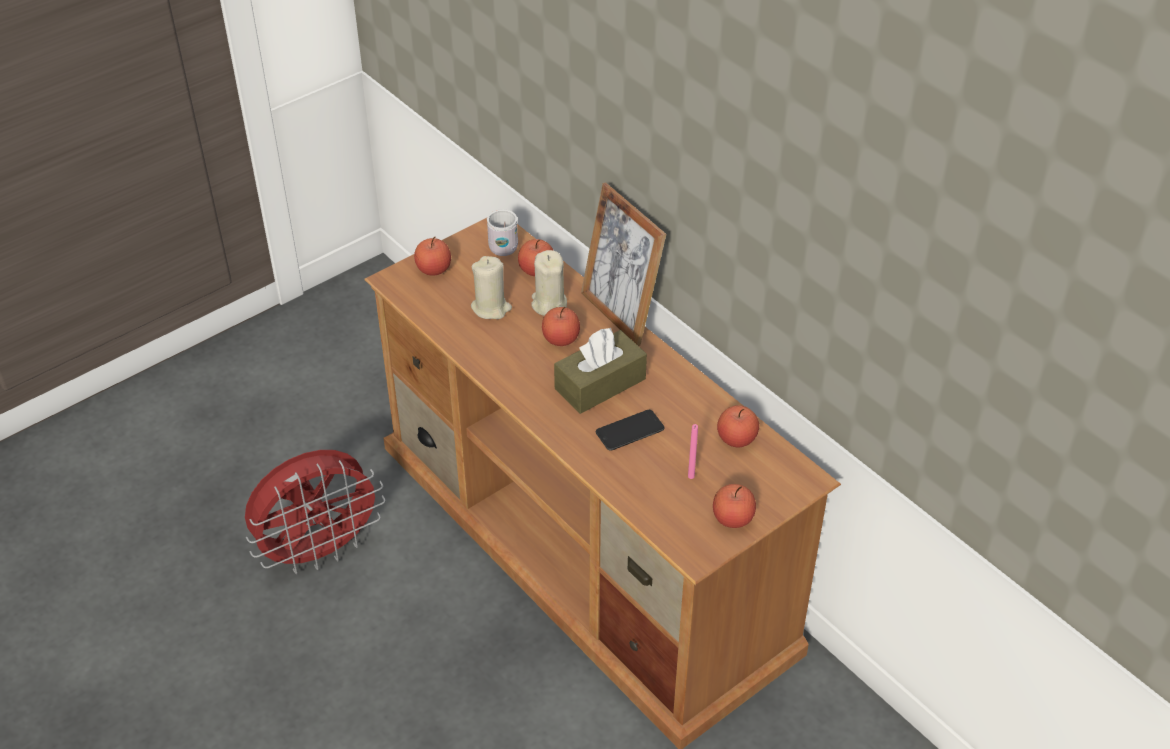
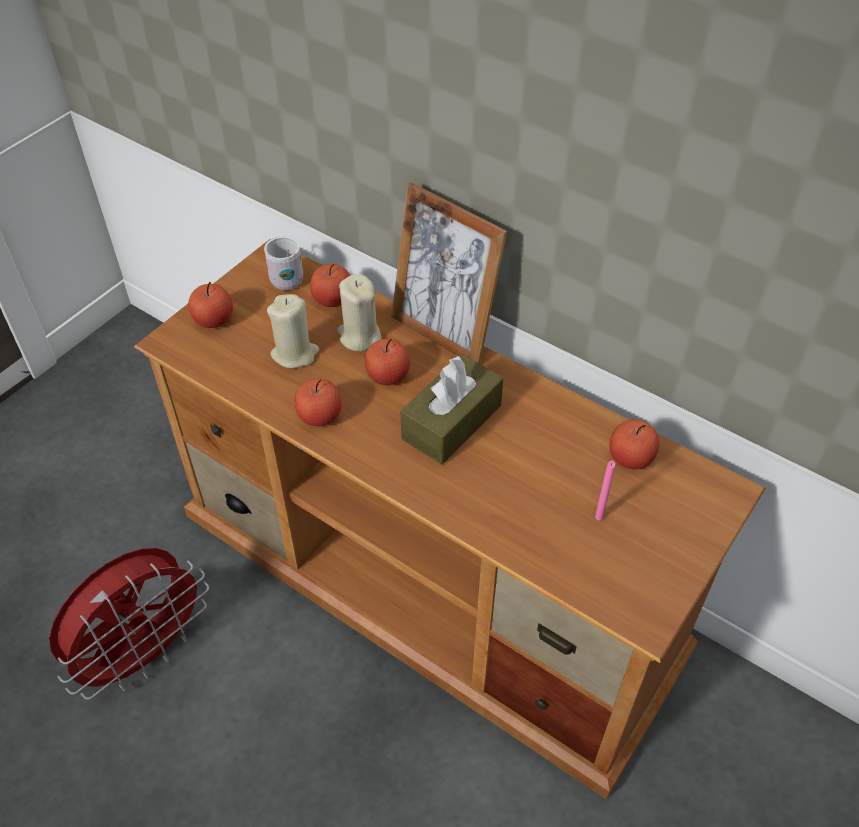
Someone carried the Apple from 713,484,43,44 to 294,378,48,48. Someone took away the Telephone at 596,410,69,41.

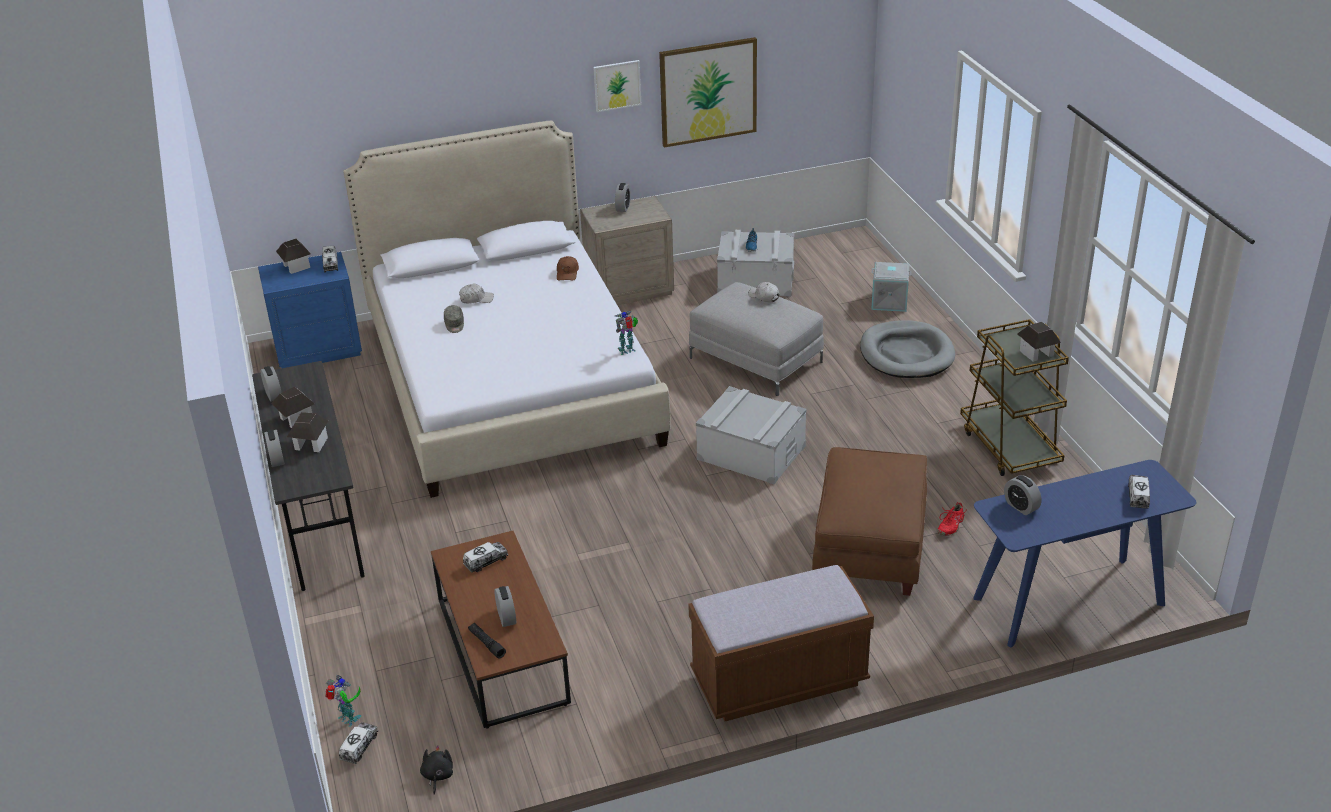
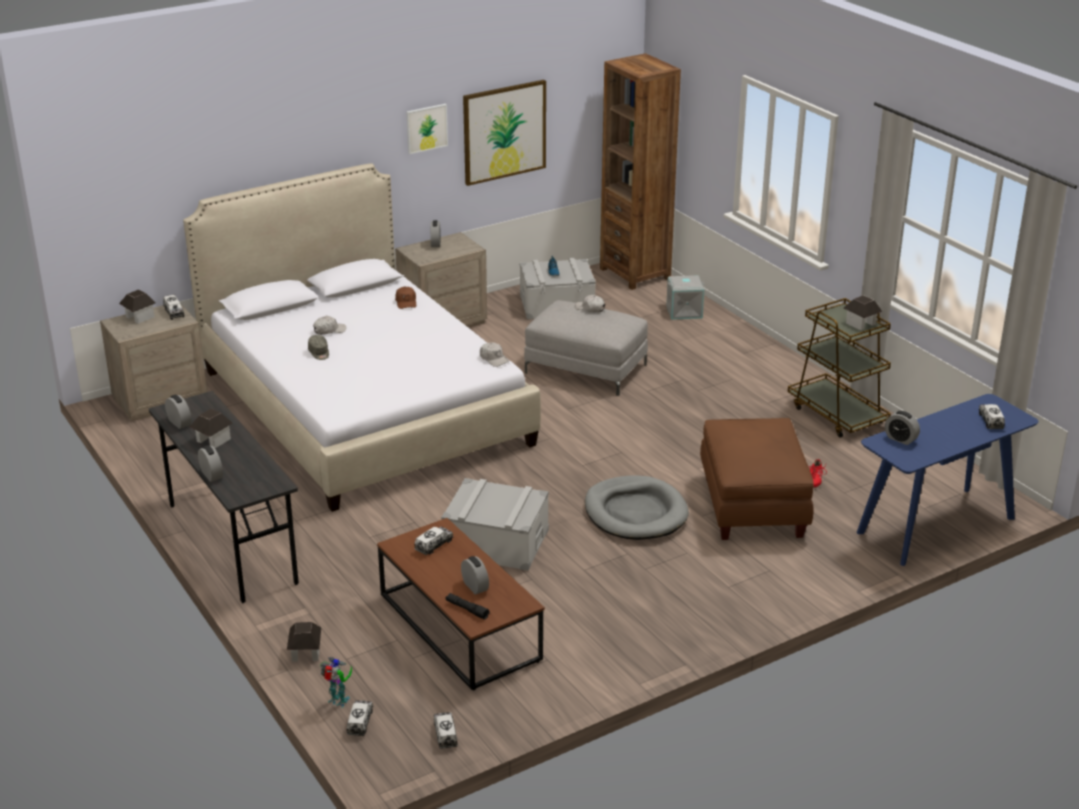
Someone repainted the BlueColouredNightTable at 258,252,104,116, which became the SandColouredNightTable at 100,303,107,118. Someone carried the ToyHouse from 287,412,41,40 to 287,622,34,40. Someone swapped the BlackishSoftToy at 420,745,33,50 for the ModelTruck at 434,712,24,37. Someone carried the GrayStorageBox from 696,386,111,98 to 441,478,108,93. Someone swapped the ModelRobot at 615,311,23,44 for the WhitishPeakedCap at 480,342,29,25. Someone carried the GrayDogBed from 860,320,95,58 to 585,475,104,65. Someone put down the BrownColouredShelvingUnit at 600,53,81,237. Someone took away the BrownColouredBench at 688,565,186,156.

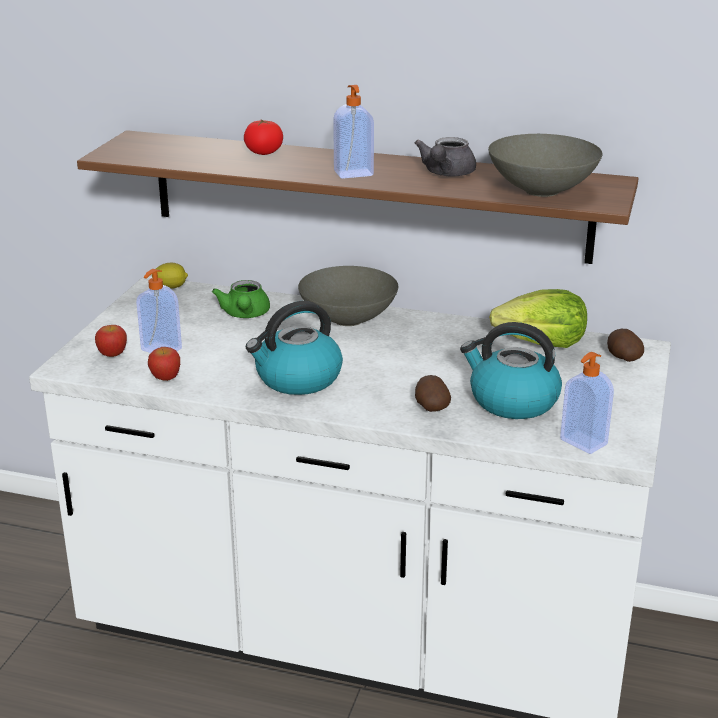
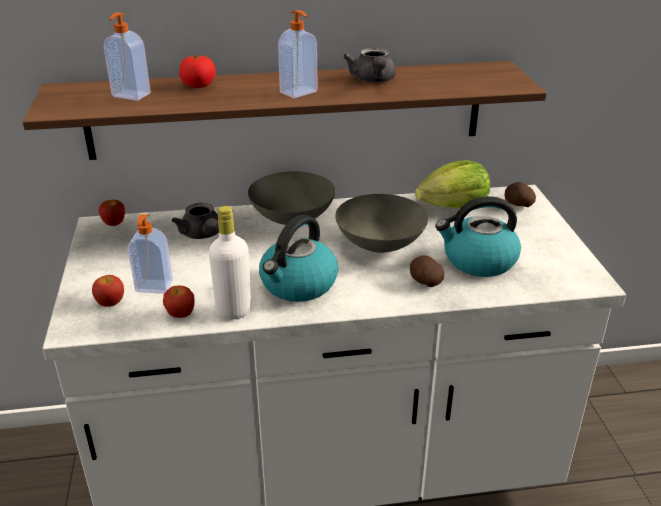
Someone swapped the WholeLemon at 152,263,36,26 for the Apple at 98,199,27,27. Someone carried the SoapDispenser from 560,352,54,102 to 104,13,47,88. Someone repainted the GreenTeaPot at 212,280,58,38, which became the GrayTeaPot at 172,203,47,36. Someone put down the WhitishBottle at 209,206,42,114. Someone carried the GrayServingBowl from 488,134,114,63 to 335,194,93,59.

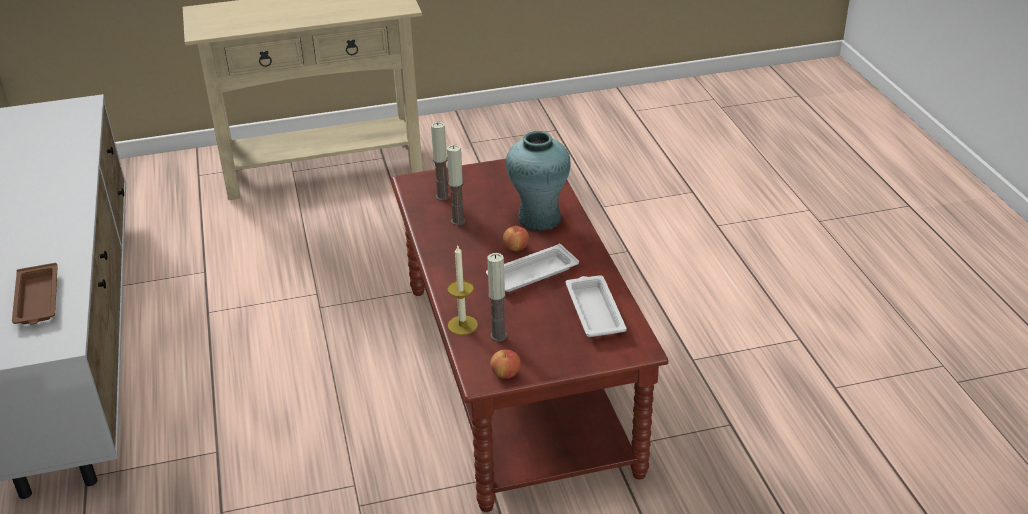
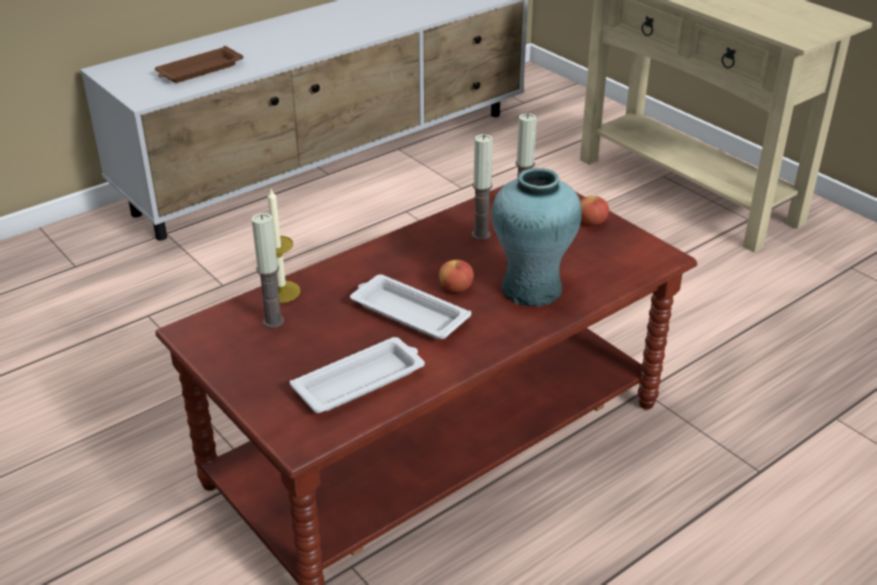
Someone carried the Apple from 491,349,30,30 to 580,196,29,30.

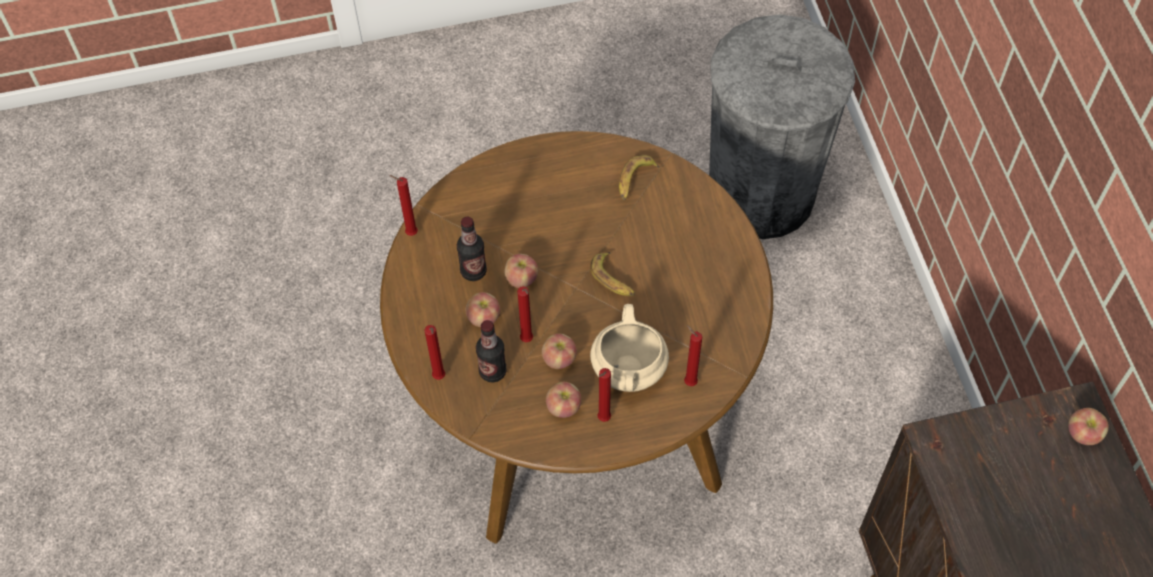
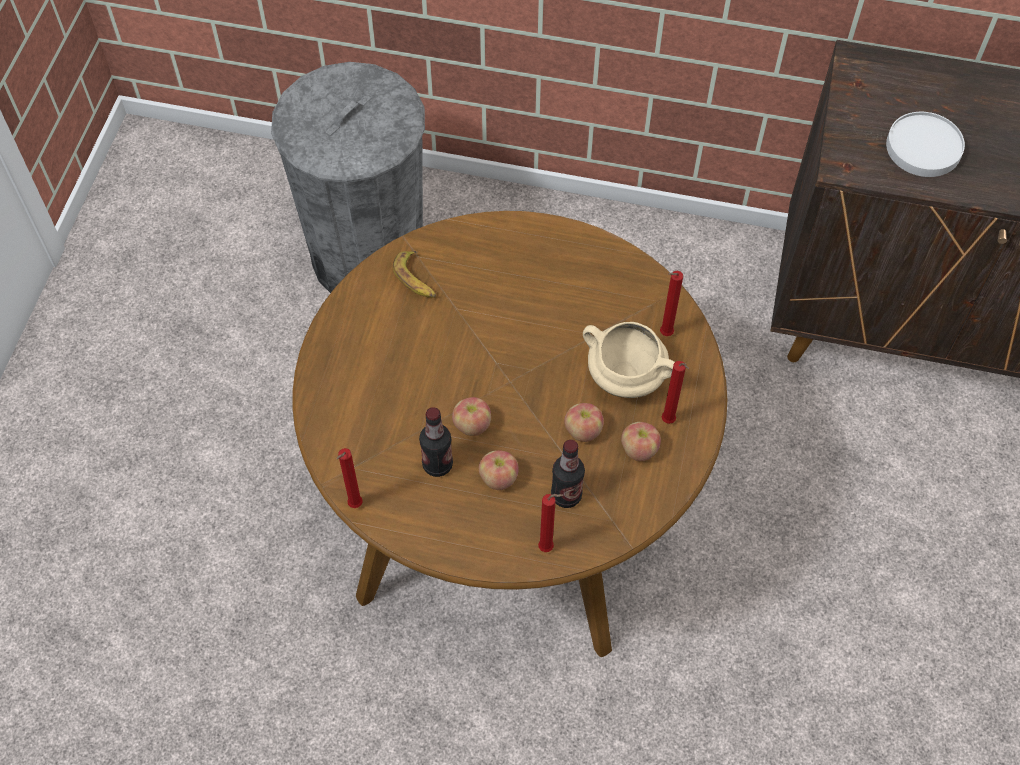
Someone put down the WhitishDinnerPlate at 886,112,79,65. Someone took away the RedWaxLight at 517,286,16,56. Someone took away the Banana at 590,252,45,44. Someone took away the Apple at 1068,408,41,37.

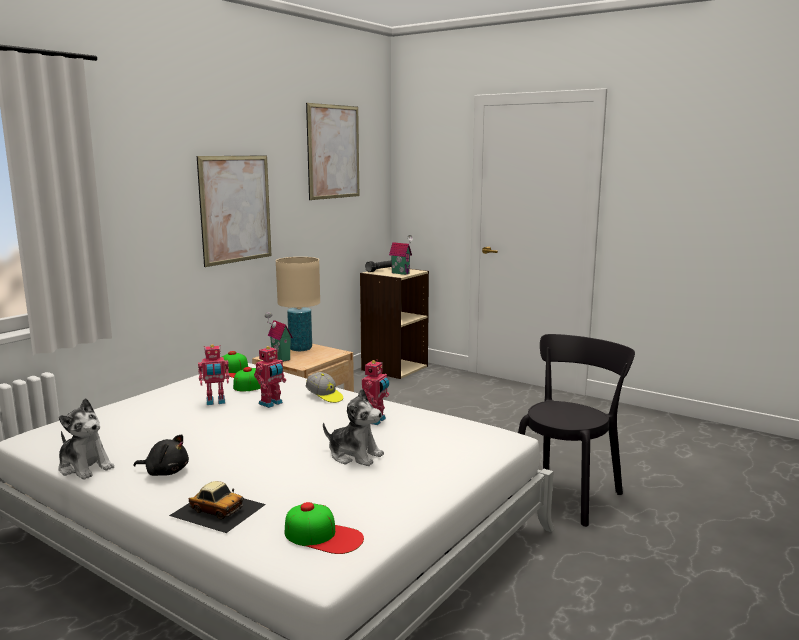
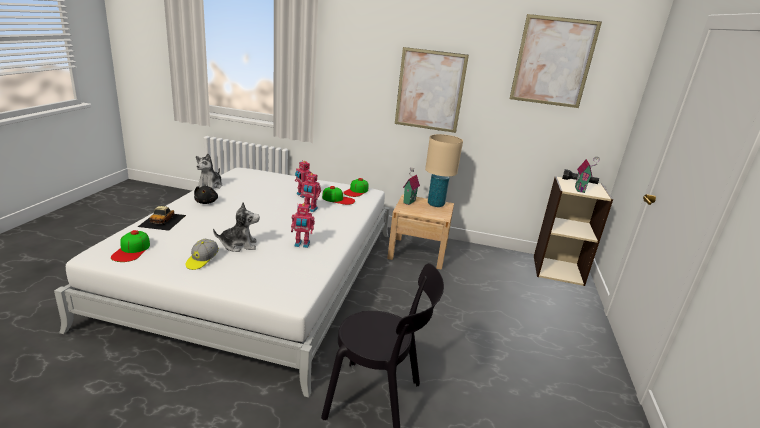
Someone carried the PeakedCap from 306,372,37,31 to 185,239,34,31. Someone rotated the SoftToy at 323,388,61,78 by 105 degrees counterclockwise.

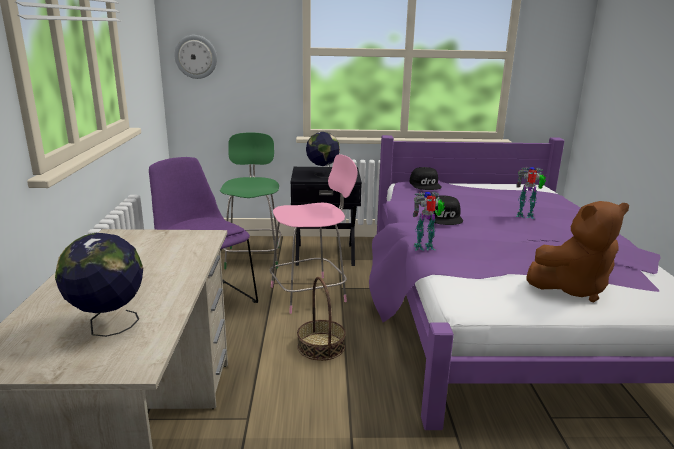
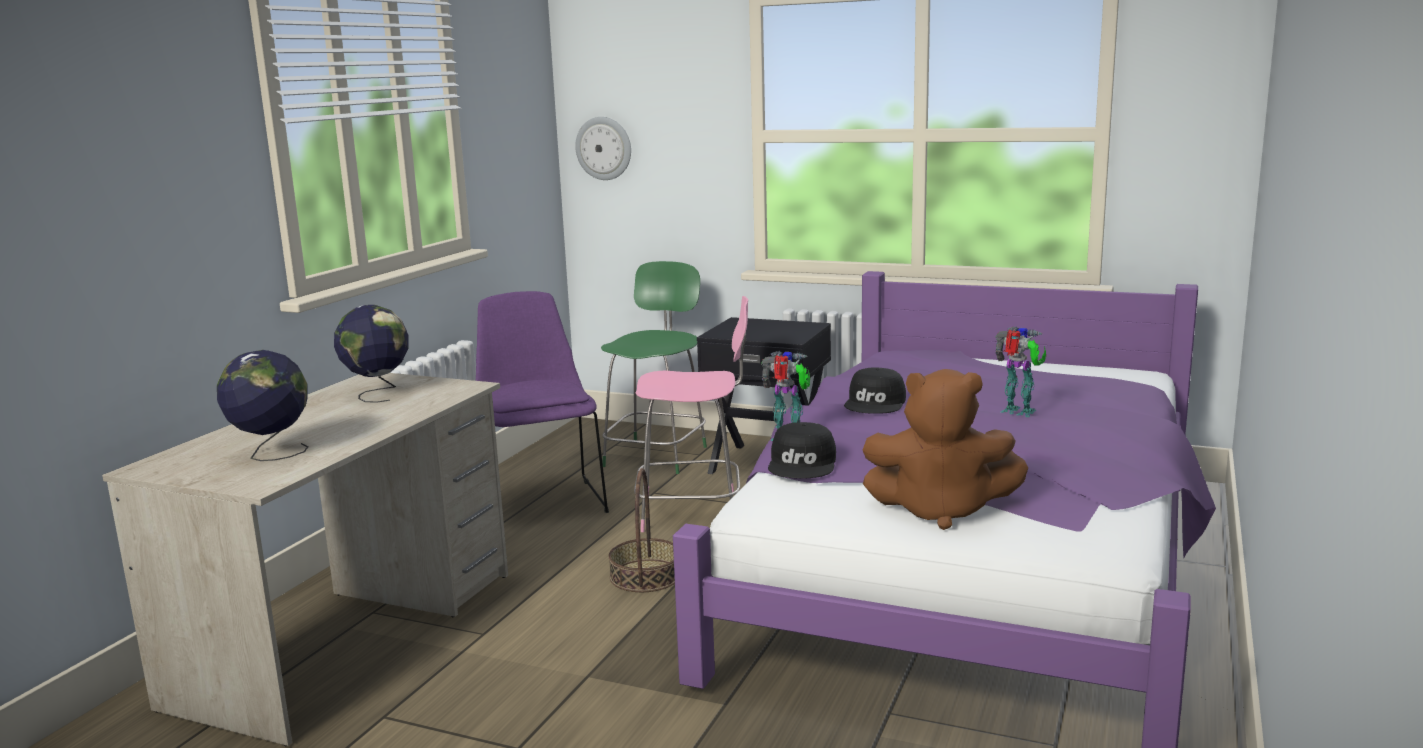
Someone carried the WorldGlobe from 306,132,34,46 to 334,305,74,98. Someone carried the BlackishPeakedCap from 410,167,32,23 to 768,422,68,57.

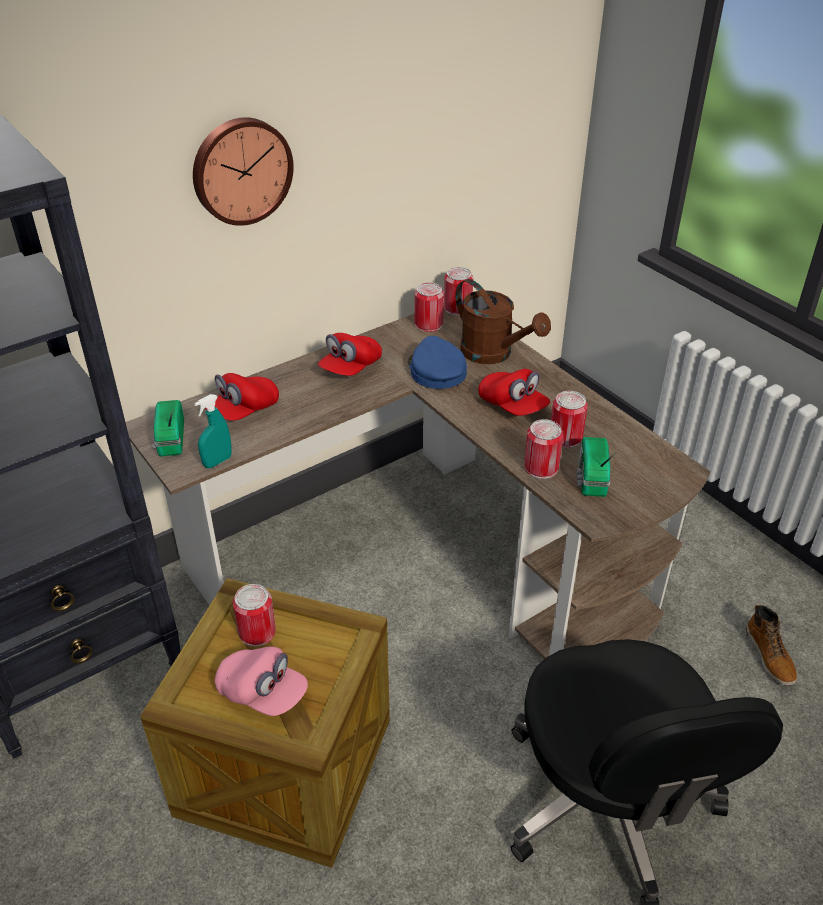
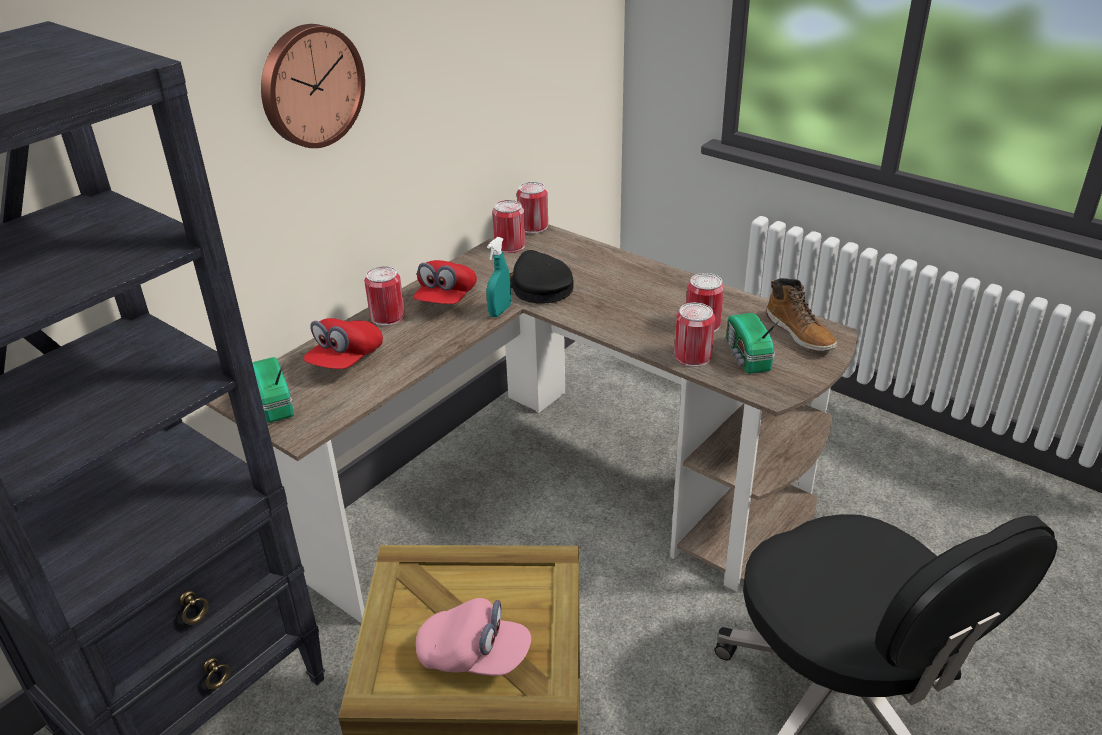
Someone carried the Can from 233,584,43,62 to 364,266,41,60. Someone carried the TurquoiseColouredHandSprayer from 194,394,38,74 to 486,237,25,80. Someone repainted the BlueColouredPeakedCap at 408,336,59,53, which became the BlackishPeakedCap at 510,250,63,54. Someone carried the Boot from 746,604,52,82 to 766,278,71,73. Someone took away the BrownColouredSprinklingCan at 455,279,96,85. Someone took away the RedPeakedCap at 478,369,72,47.

